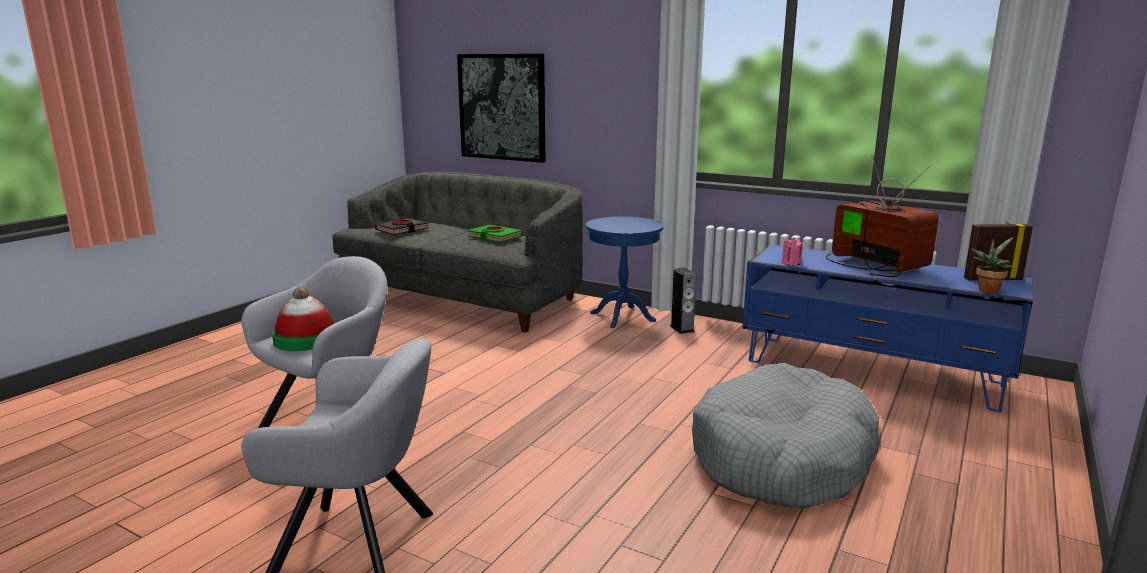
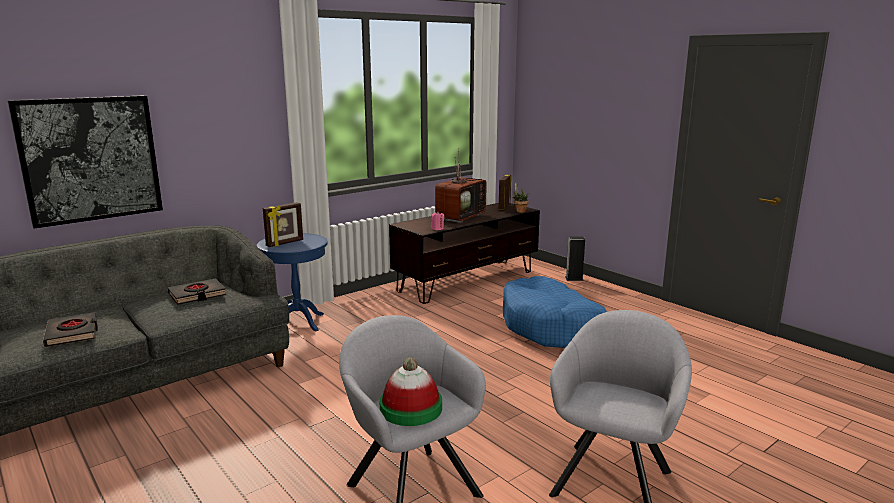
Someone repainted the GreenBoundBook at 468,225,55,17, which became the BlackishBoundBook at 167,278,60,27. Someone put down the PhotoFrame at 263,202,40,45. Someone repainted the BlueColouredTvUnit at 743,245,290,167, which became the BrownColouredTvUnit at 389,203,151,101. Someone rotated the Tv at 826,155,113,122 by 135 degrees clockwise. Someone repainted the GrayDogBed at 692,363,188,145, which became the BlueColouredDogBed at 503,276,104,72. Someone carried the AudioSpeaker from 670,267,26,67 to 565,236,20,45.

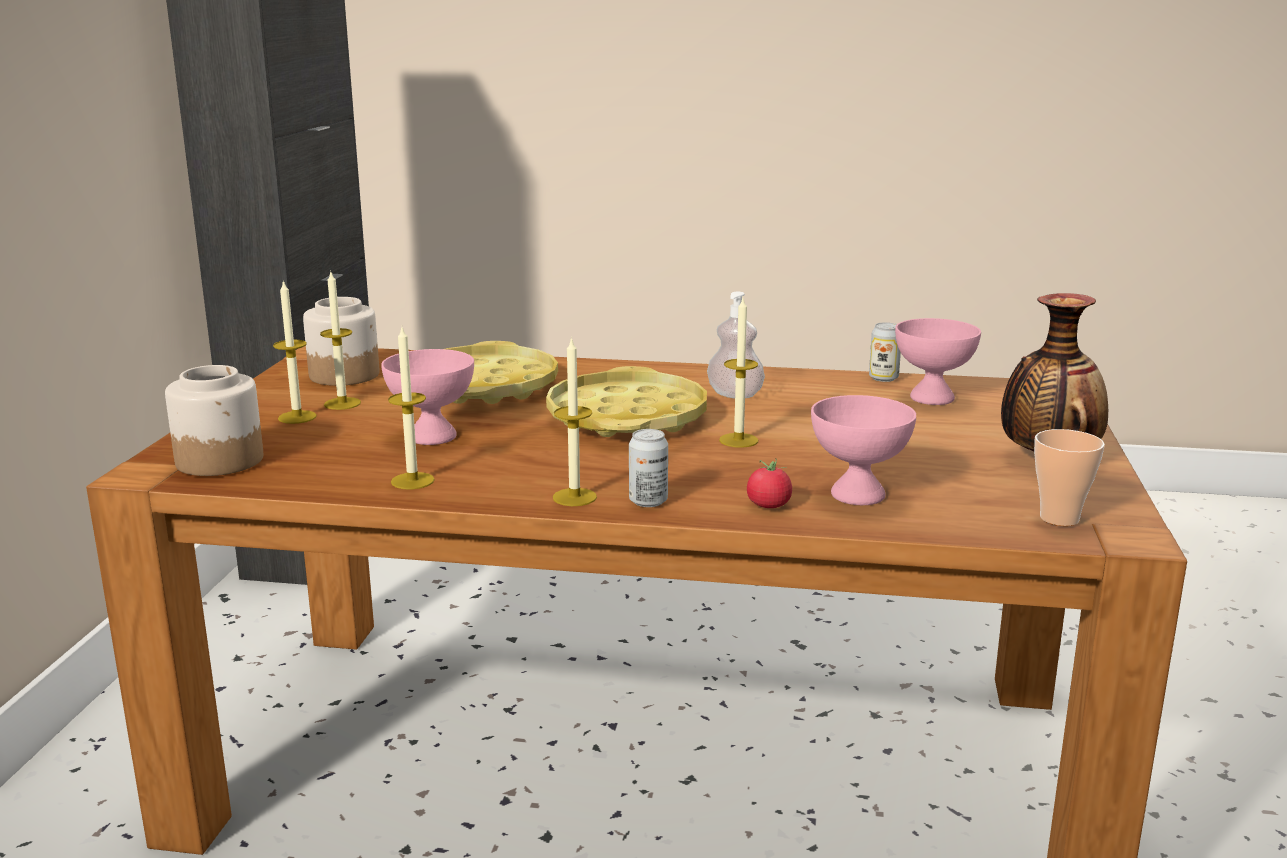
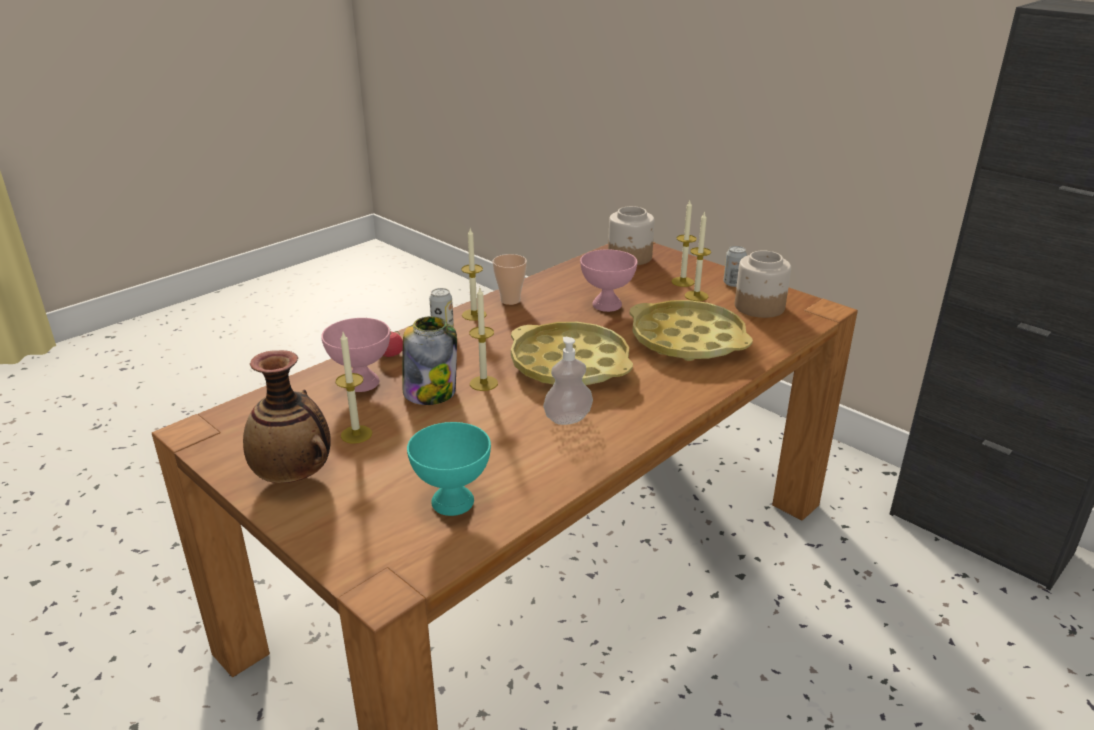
Someone carried the WaxLight from 388,328,47,161 to 335,332,37,112. Someone put down the Jar at 402,316,55,89. Someone repainted the PinkColouredServingBowl at 895,318,86,87, which became the TurquoiseColouredServingBowl at 407,422,84,94. Someone carried the SmallCup from 1034,429,71,97 to 492,254,35,51. Someone carried the Can from 869,322,32,60 to 723,246,24,41.

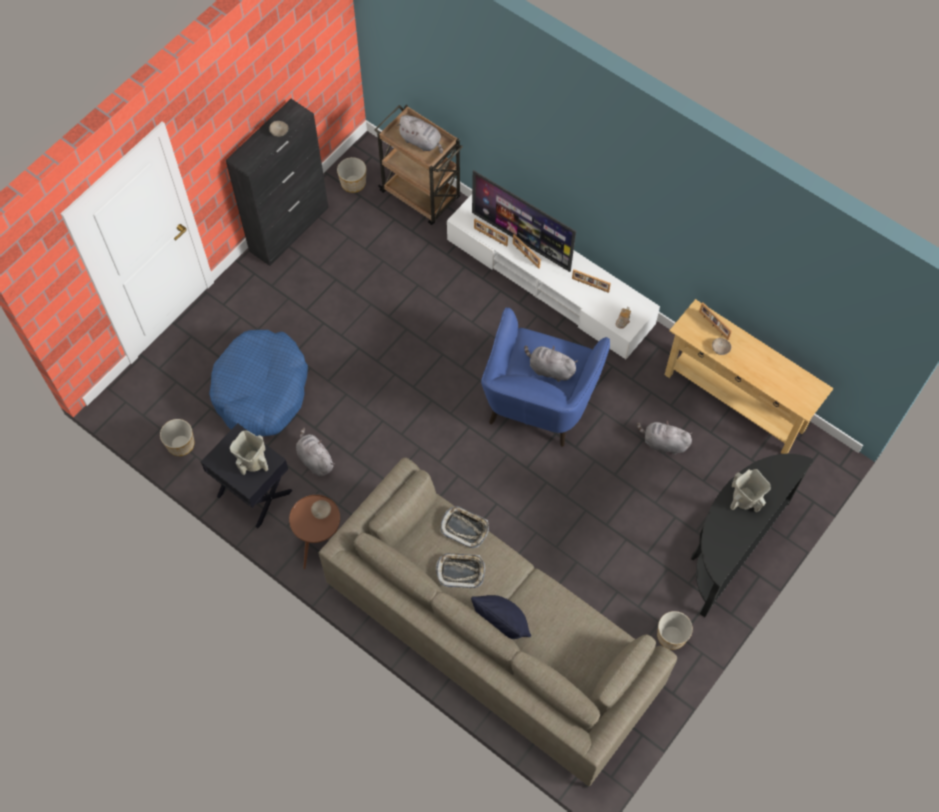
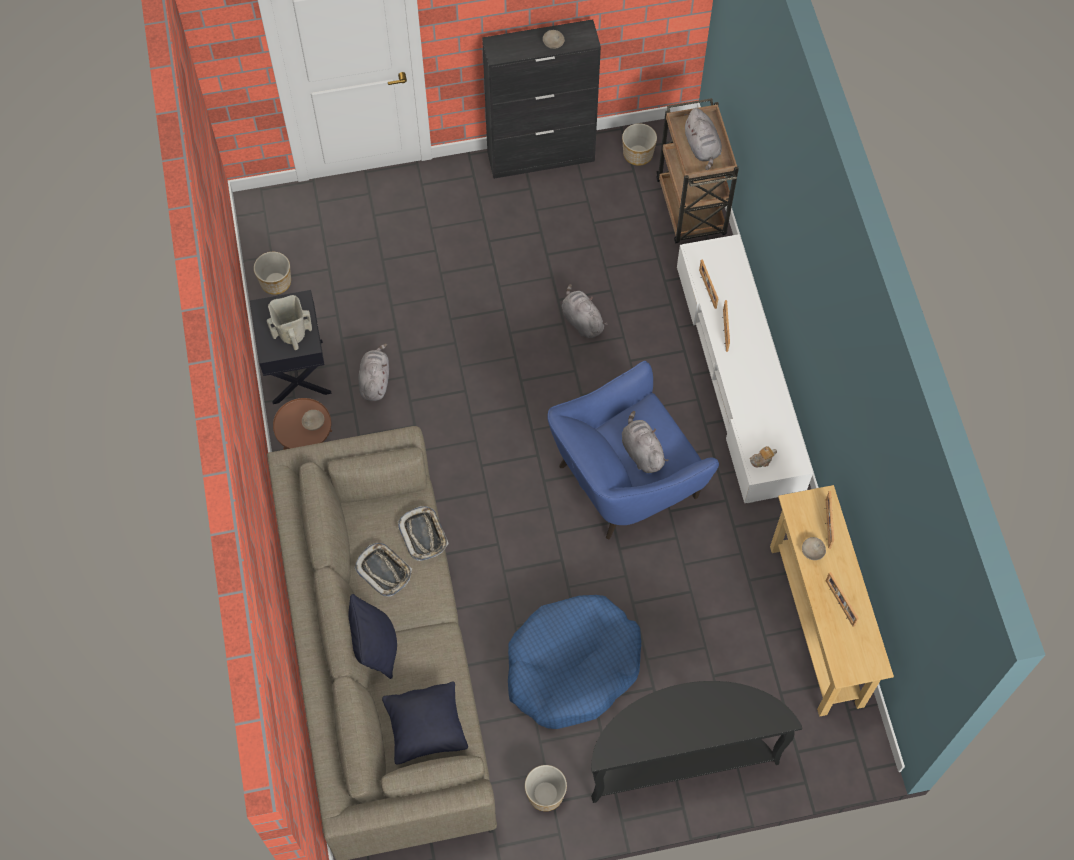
Someone put down the BlackishPillow at 382,681,86,83. Someone carried the BlueColouredDogBed from 209,330,99,106 to 508,595,133,134. Someone carried the GraySoftToy from 637,420,55,35 to 562,284,45,54. Someone carried the PhotoFrame from 572,269,39,24 to 826,572,33,55. Someone took away the Tv at 472,170,104,102. Someone took away the SandColouredVase at 730,469,41,43.

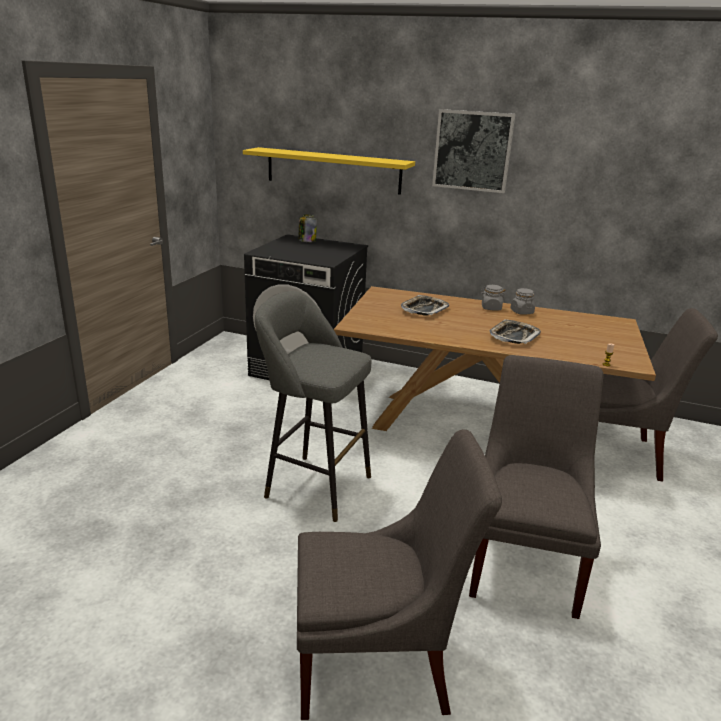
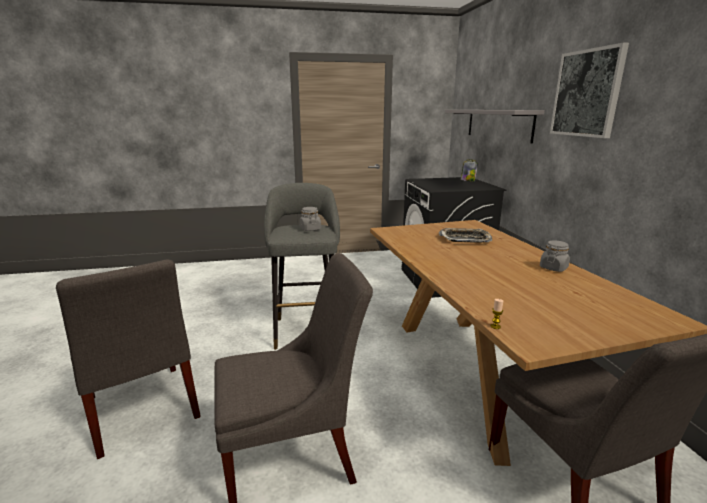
Someone carried the GrayJar from 480,285,25,26 to 299,207,22,24. Someone repainted the YellowColouredShelf at 243,147,172,48, which became the GrayShelf at 445,110,100,33. Someone took away the CarryingTray at 490,319,51,25.

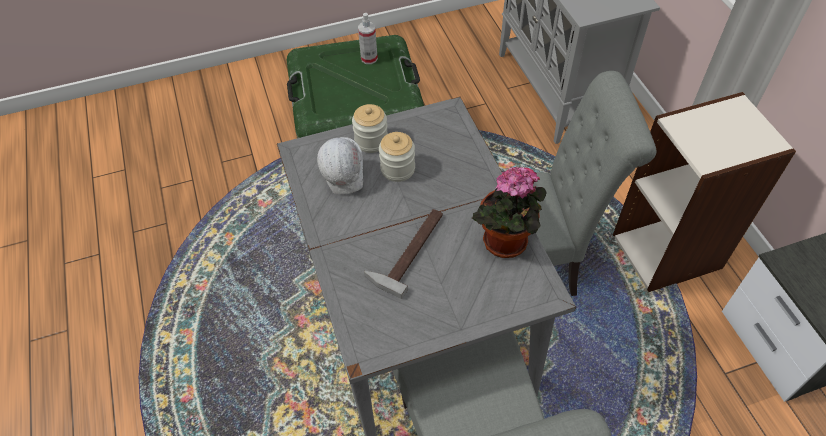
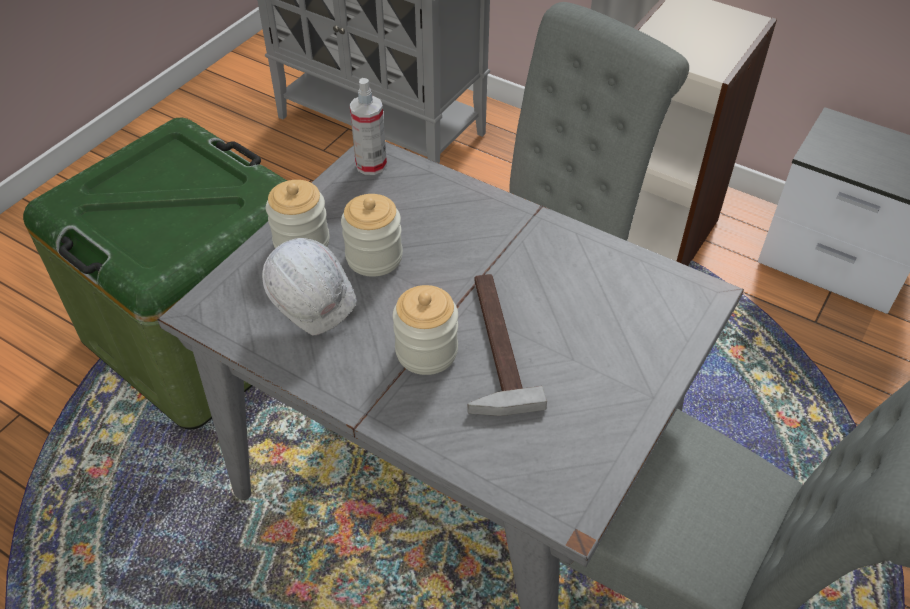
Someone carried the HandSprayer from 358,13,20,51 to 349,78,38,97. Someone put down the Jar at 393,285,65,90. Someone took away the PottedPlant at 472,166,75,92.

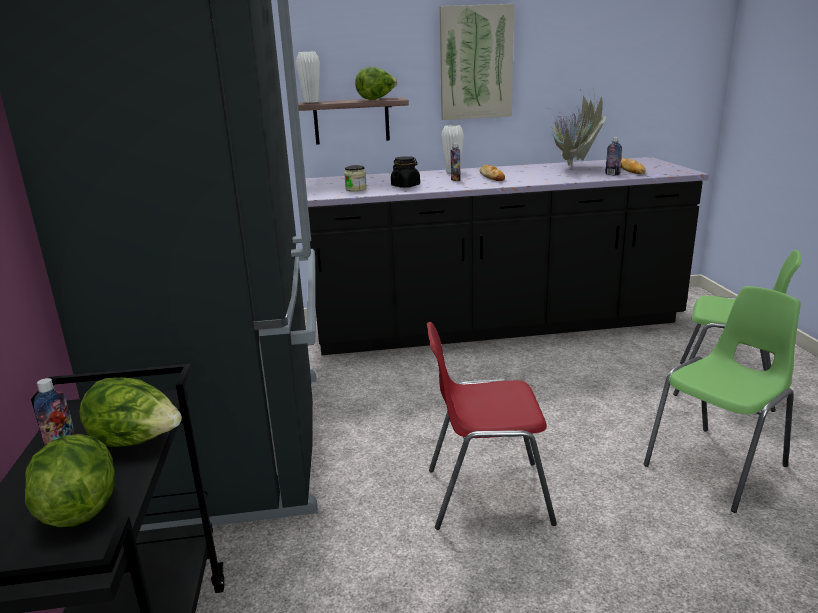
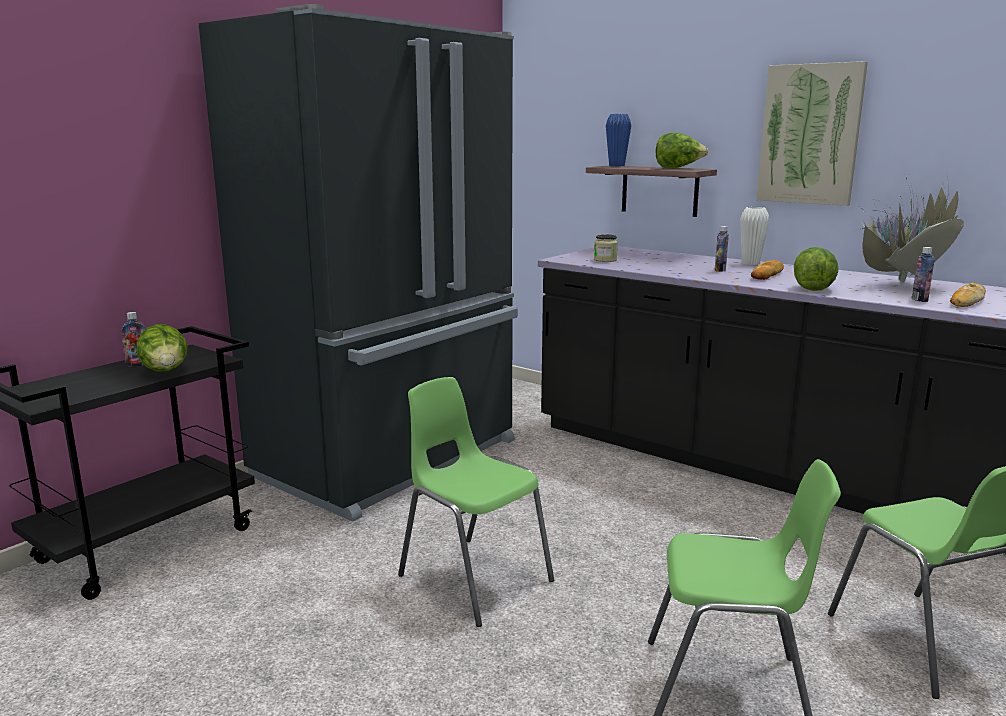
Someone repainted the RedPlainChair at 427,322,130,208, which became the GreenPlainChair at 398,377,156,250. Someone repainted the WhitishVase at 296,51,24,52, which became the BlueColouredVase at 606,114,25,52. Someone carried the LettuceHead from 25,434,90,93 to 794,247,44,44. Someone took away the BlackishJar at 391,156,29,32.

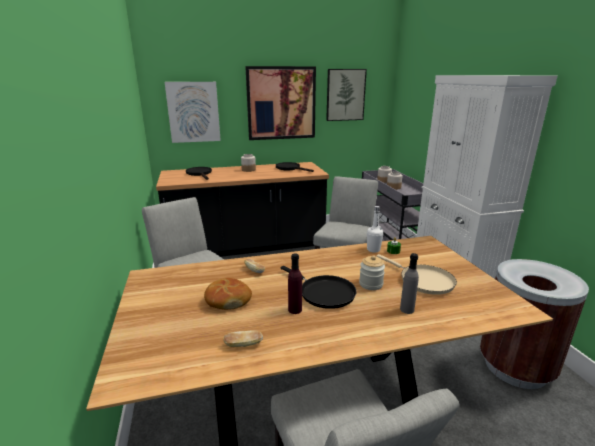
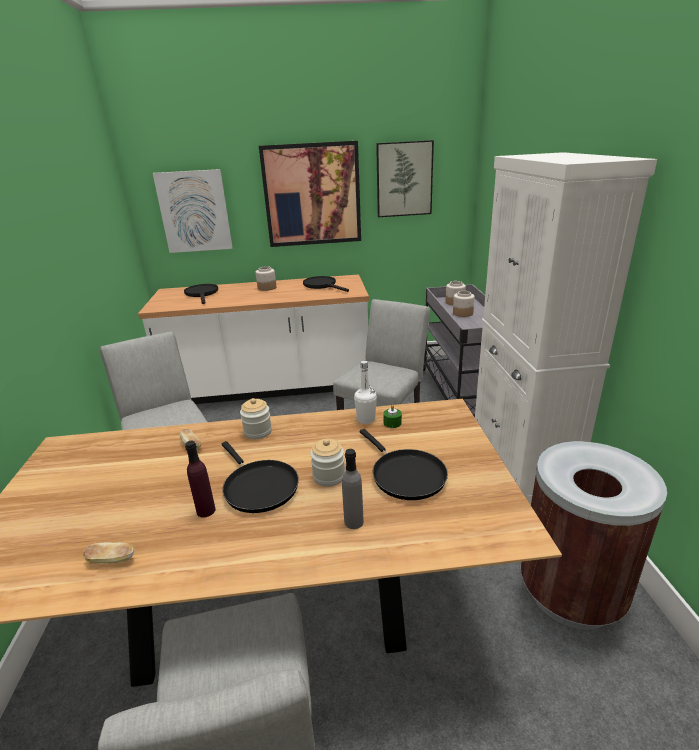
Someone repainted the BlackishKitchenCounter at 156,162,173,95, which became the WhitishKitchenCounter at 138,274,231,130. Someone put down the Jar at 240,398,32,41. Someone repainted the SandColouredPan at 376,254,81,41, which became the BlackishPan at 360,429,88,71. Someone took away the Bread at 204,278,48,32.

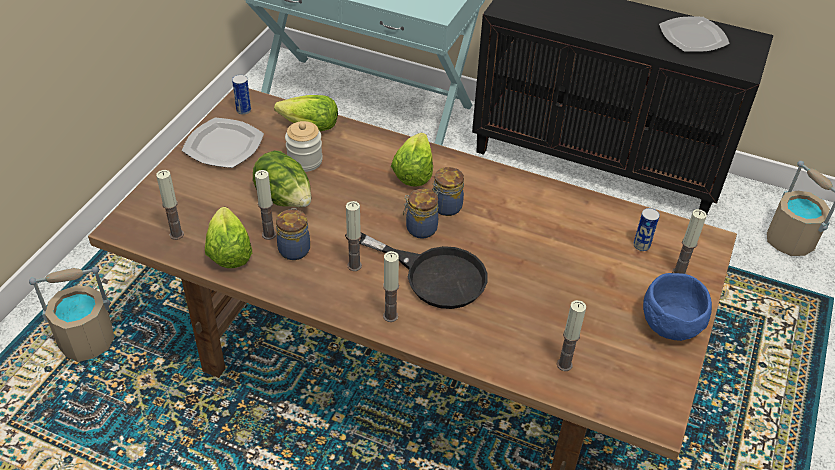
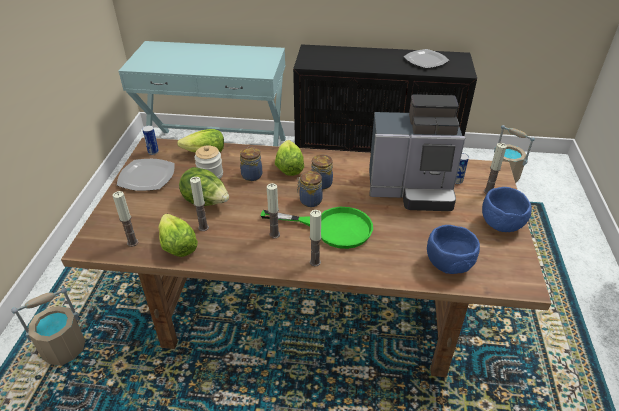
Someone carried the Jar from 276,208,34,52 to 240,147,22,34. Someone repainted the BlackishPan at 345,233,143,76, which became the GreenPan at 261,207,112,42. Someone put down the CoffeeBrewer at 369,94,96,117. Someone swapped the WaxLight at 557,300,29,71 for the BlueColouredServingBowl at 427,225,53,49.

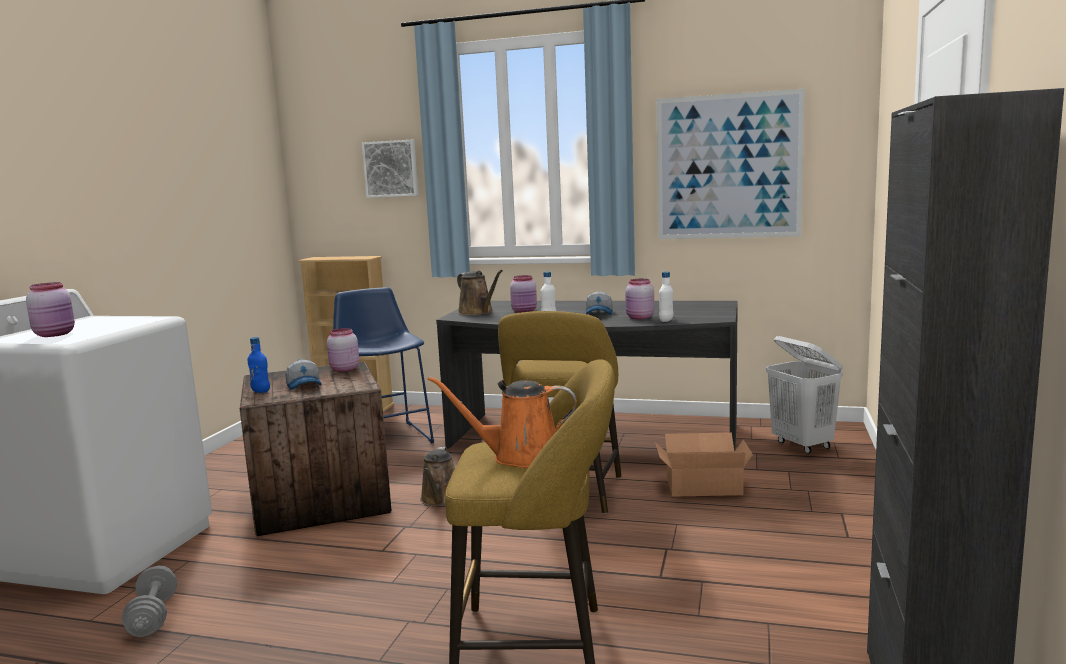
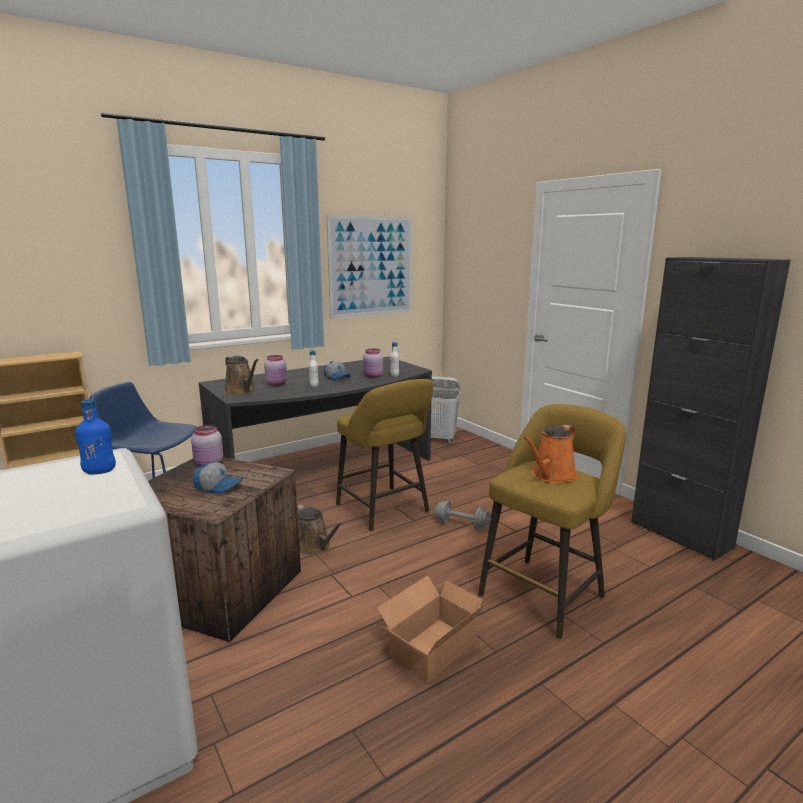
Someone carried the BlueColouredBottle from 247,337,23,56 to 75,399,41,76. Someone rotated the BrownColouredSprinklingCan at 457,270,46,45 by 45 degrees clockwise. Someone carried the CardboardBox from 655,432,98,65 to 377,575,109,108. Someone carried the GrayHandWeight from 122,566,55,71 to 434,500,57,30. Someone took away the PinkColouredJar at 26,282,49,55. Someone took away the Picture at 362,140,56,58.

